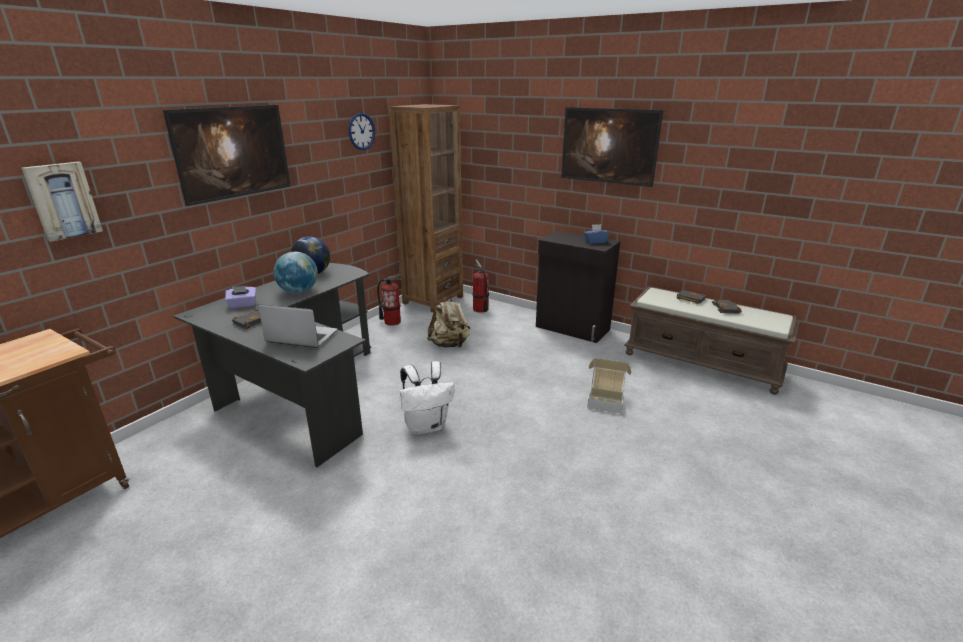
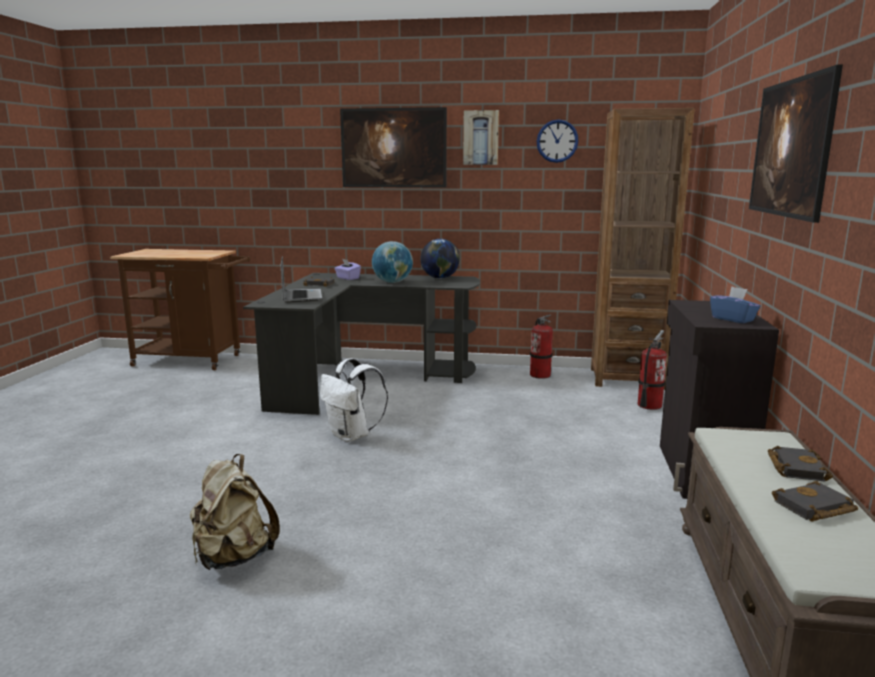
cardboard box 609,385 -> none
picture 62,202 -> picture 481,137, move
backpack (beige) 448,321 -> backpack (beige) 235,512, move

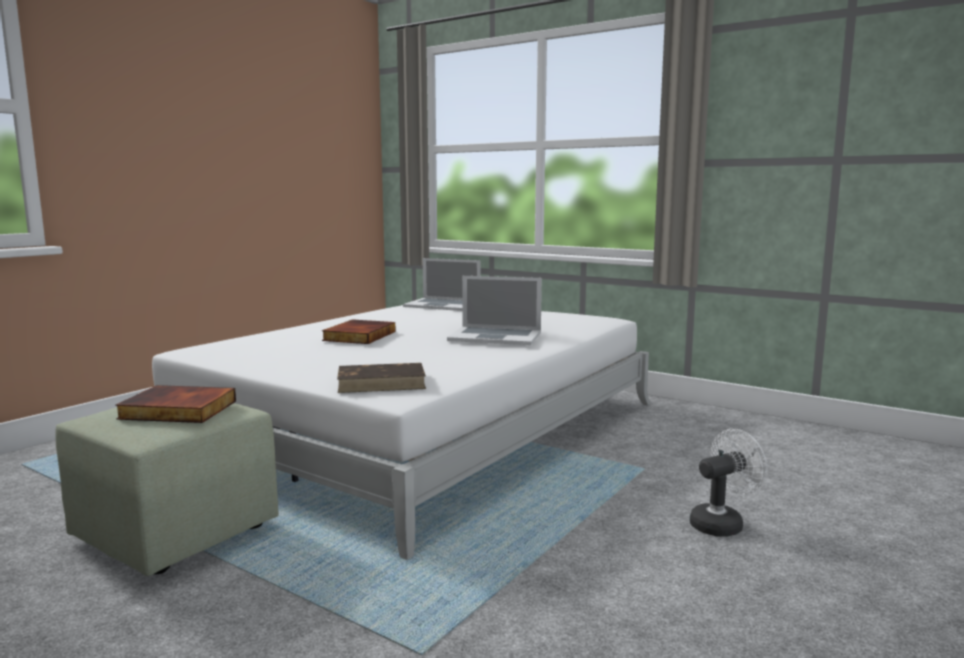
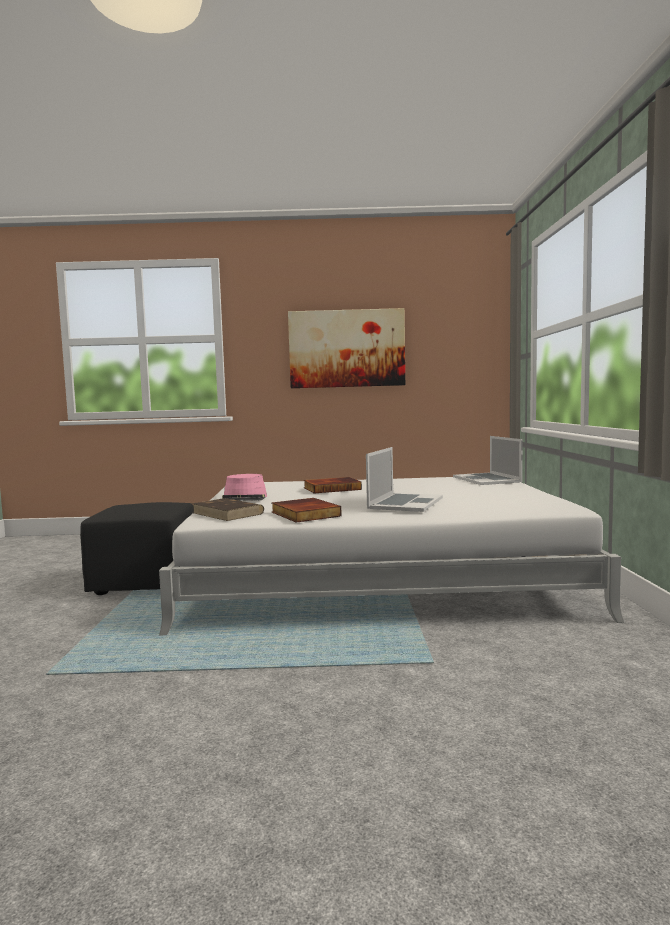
fan (white) 728,483 -> none
none -> hat (pink) 244,487
none -> picture 346,348
book 175,404 -> book 307,510, move
ottoman (green) 167,489 -> ottoman (black) 137,548
laptop 494,310 -> laptop 404,479, 135 degrees counterclockwise

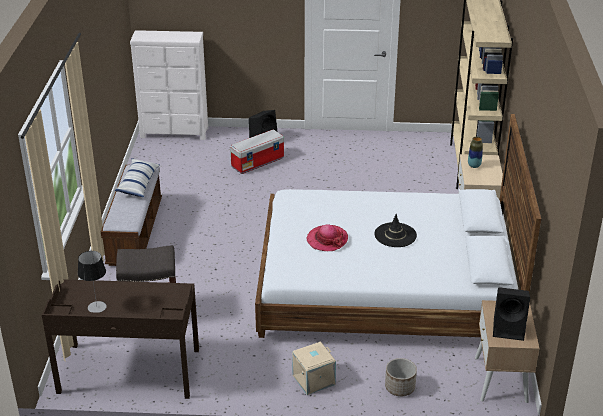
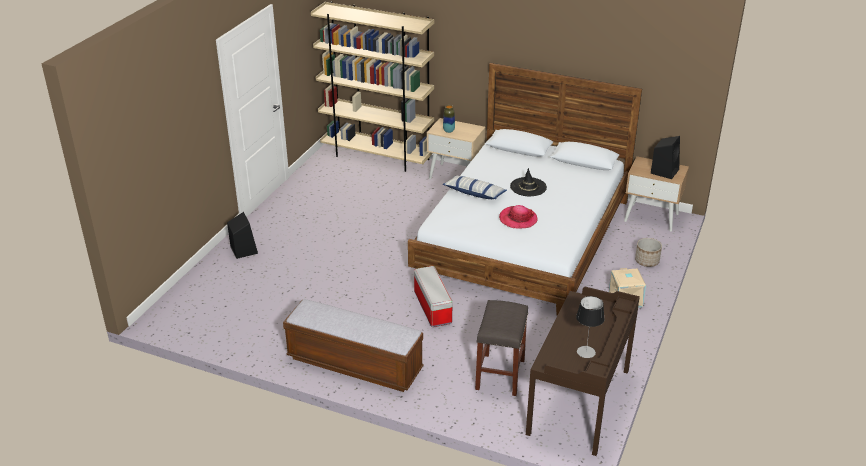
dresser (white) 169,85 -> none
pillow 137,177 -> pillow 474,187, move
storage box 257,151 -> storage box 433,296, move

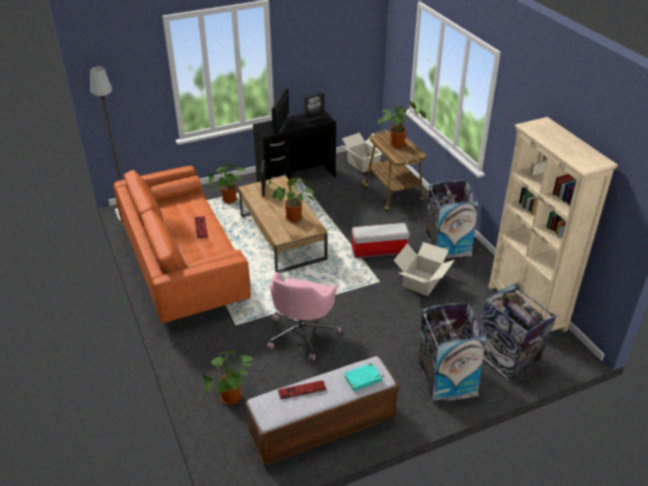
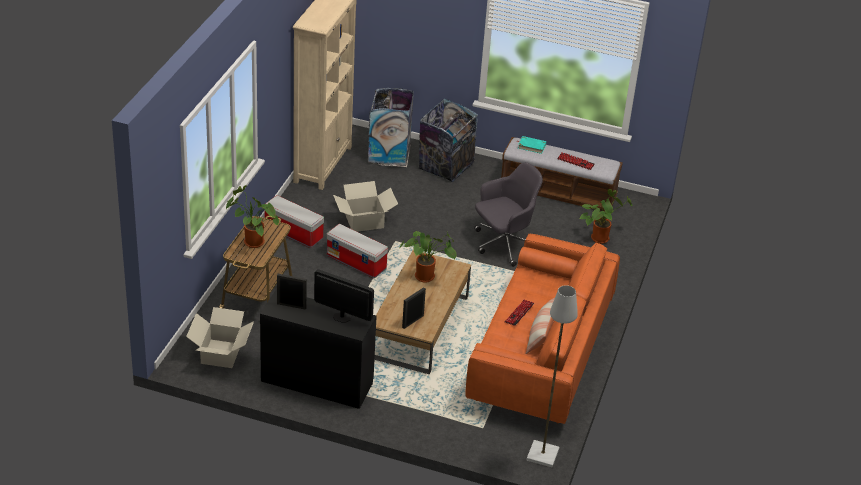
potted plant 227,183 -> none
none -> pillow 540,326
trash can 452,219 -> storage box 294,221
office chair (pink) 304,316 -> office chair (grey) 508,214
monitor 280,110 -> monitor 344,296, 60 degrees clockwise

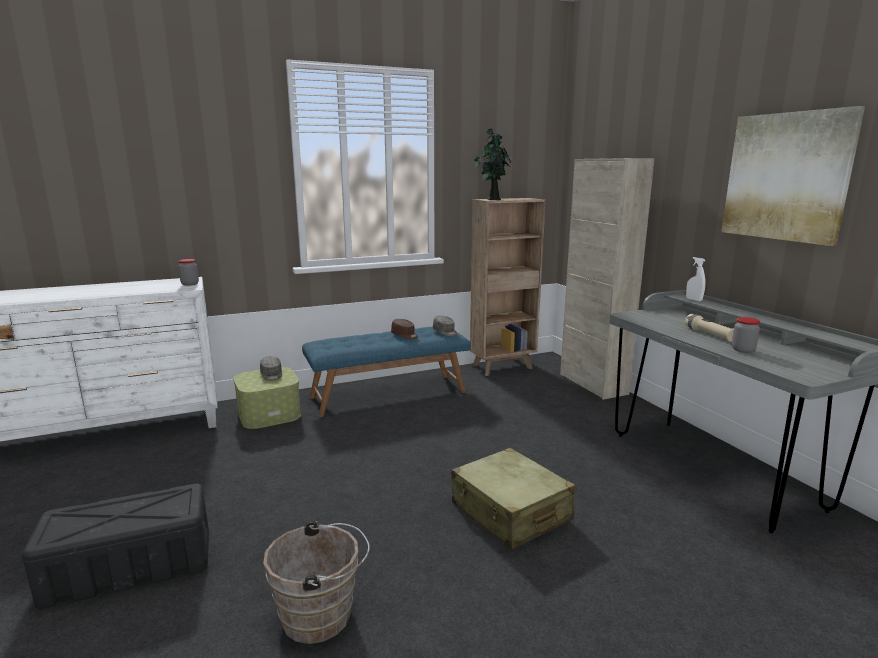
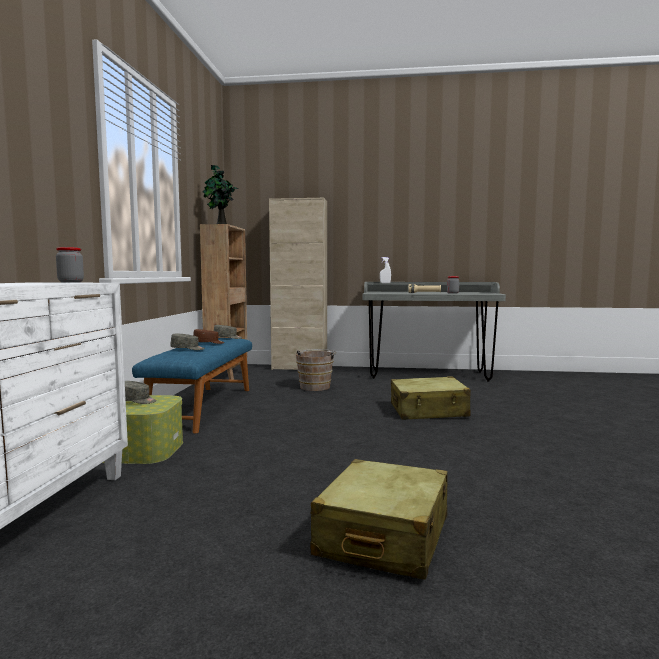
picture 793,176 -> none
none -> cap (grey) 187,342
bucket (brown) 316,582 -> bucket (brown) 315,370, move
storage box (black) 115,546 -> suitcase (beige) 379,519

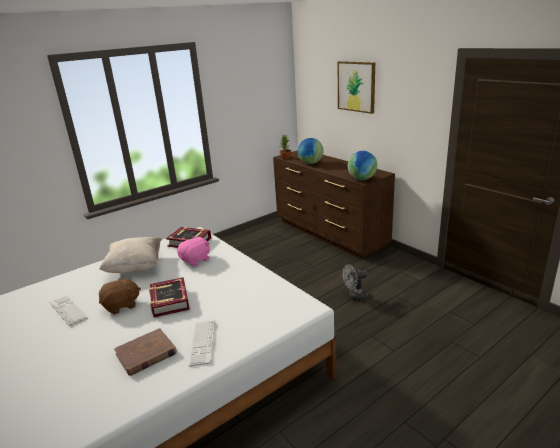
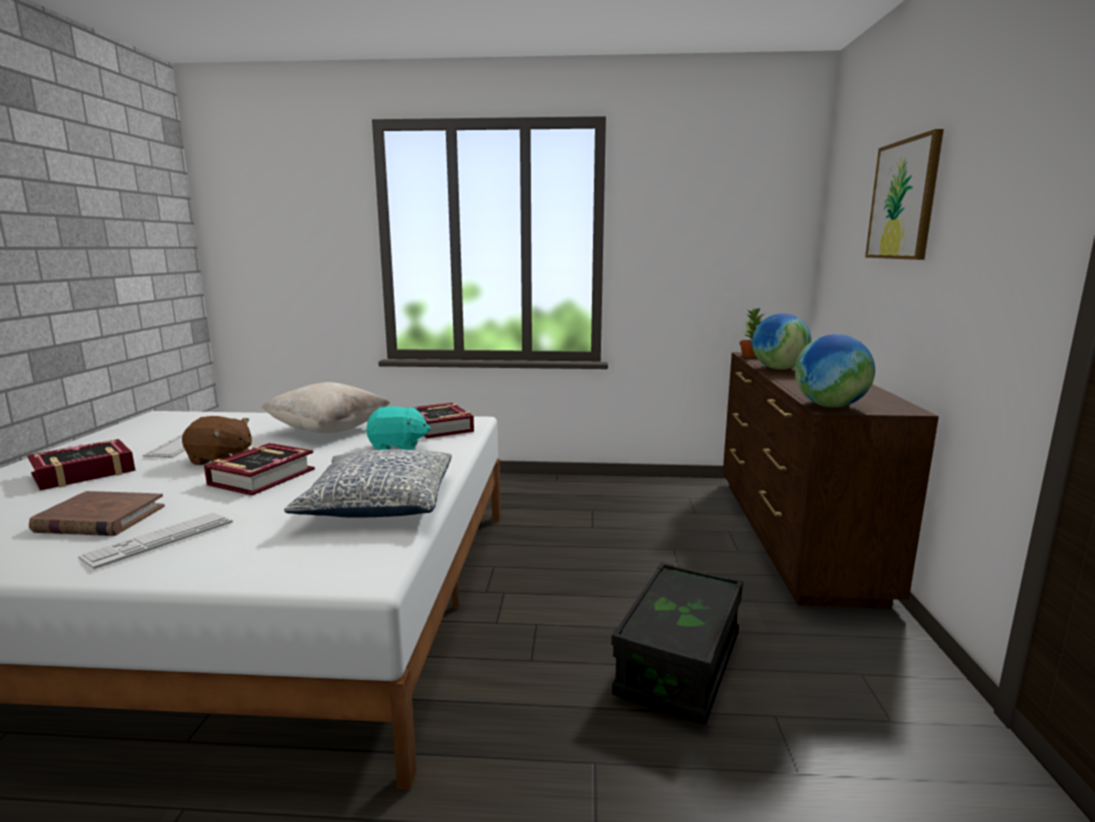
none -> book 81,464
none -> pillow 368,483
fan (grey) 355,282 -> storage box (black) 677,643
plush toy (pink) 193,251 -> plush toy (turquoise) 398,428

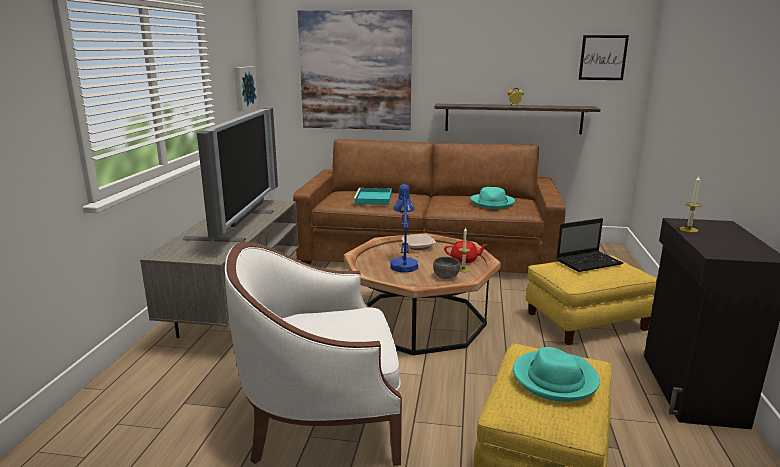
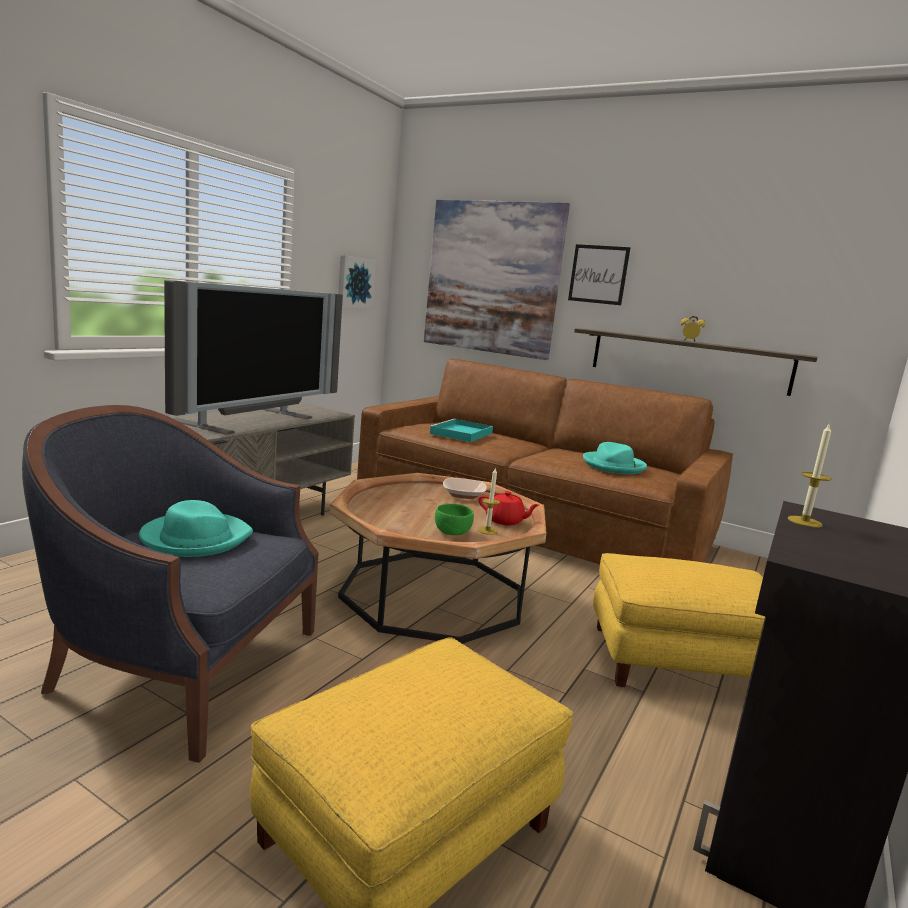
table lamp (blue) 404,228 -> none
laptop 590,245 -> none
hat (turquoise) 556,374 -> hat (turquoise) 196,528, move
picture 604,57 -> picture 599,274, move
armchair (white) 313,354 -> armchair (blue) 170,584
bowl (grey) 446,268 -> bowl (green) 454,519

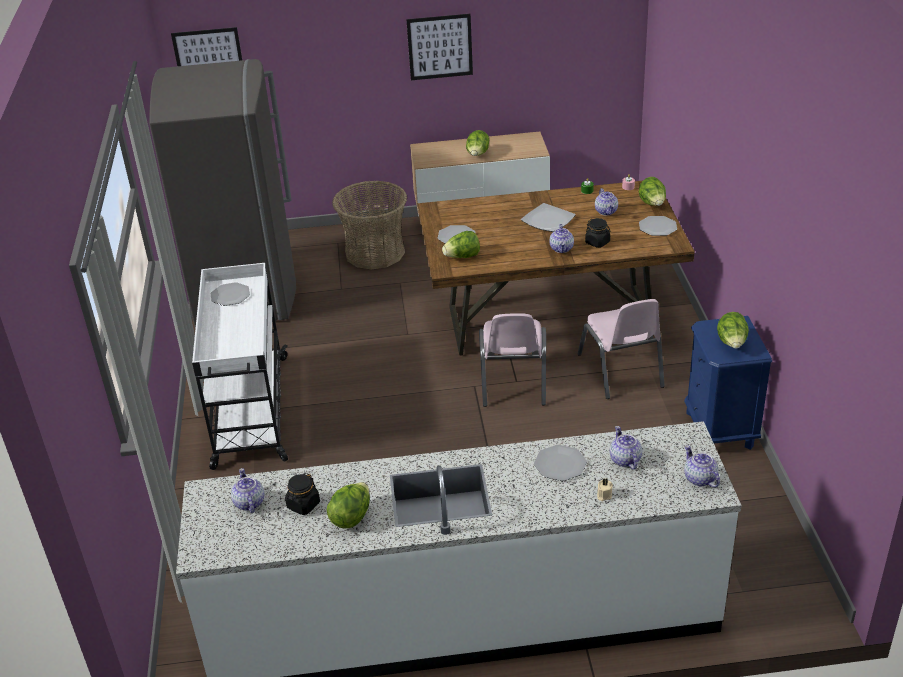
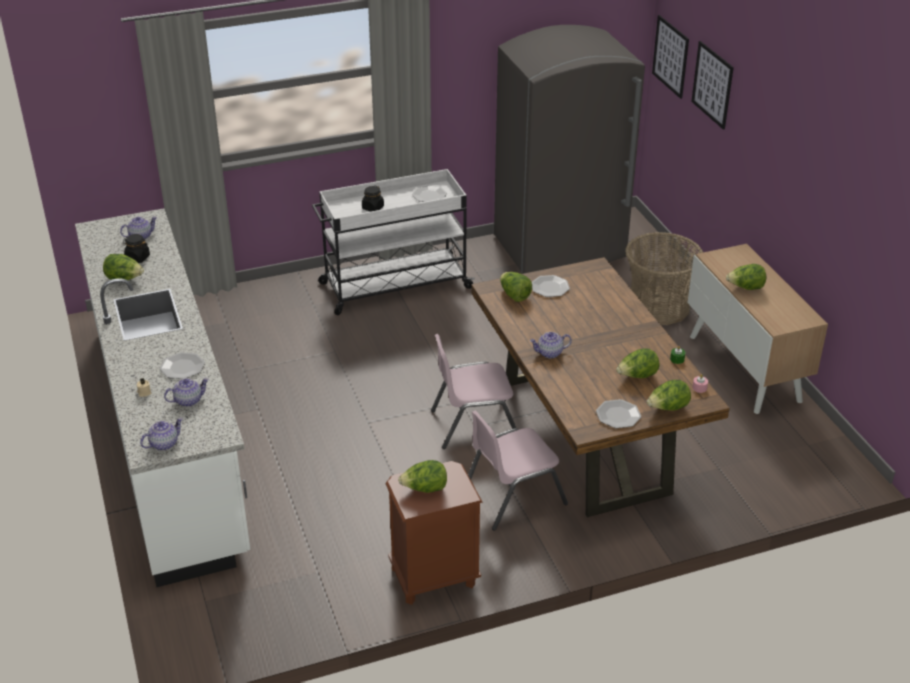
plate 548,217 -> none
picture 439,47 -> picture 712,85, move
jar (black) 598,233 -> jar (black) 373,199, move
teapot 606,202 -> lettuce 637,363
nightstand (blue) 728,383 -> nightstand (brown) 434,533

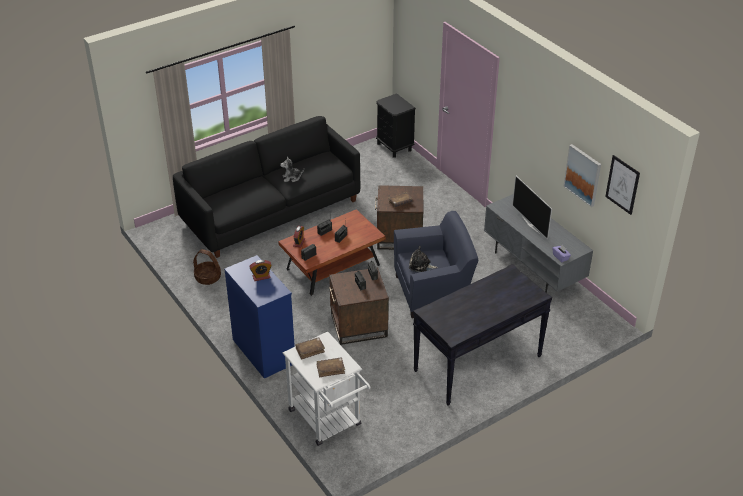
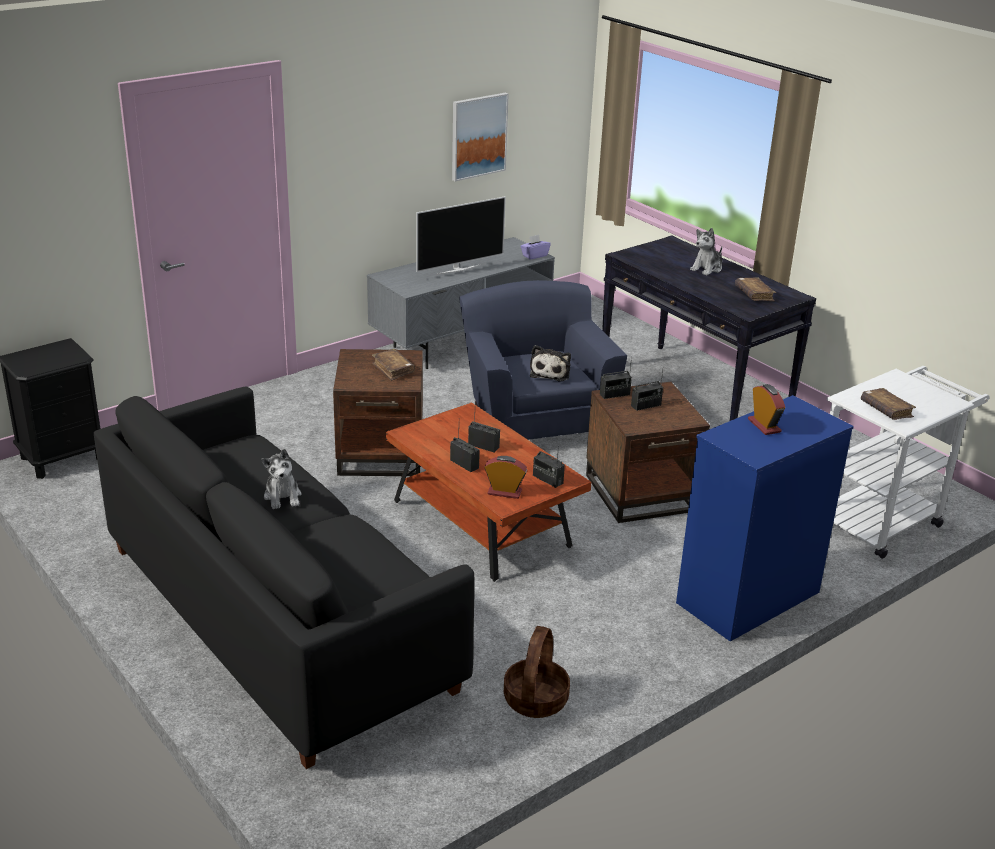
picture 622,185 -> none
none -> plush toy 706,252
book (brown) 331,367 -> book (brown) 755,289, move

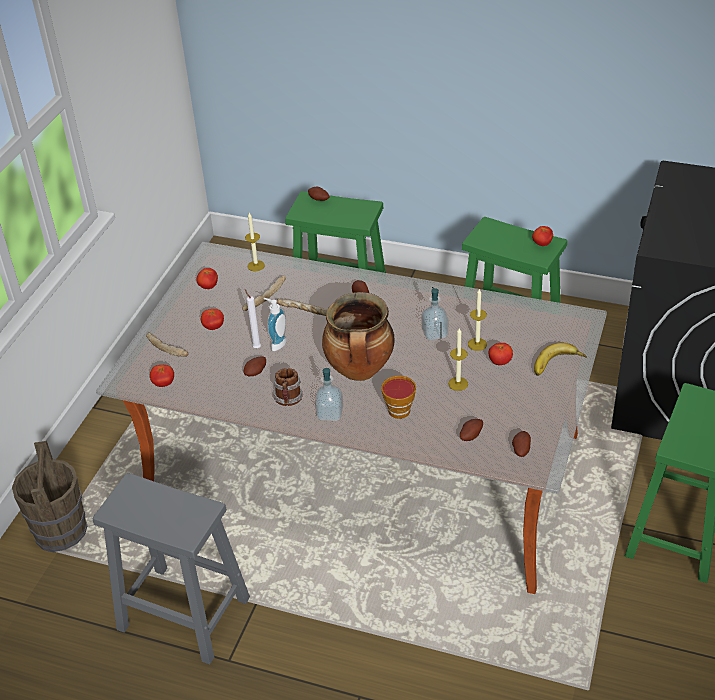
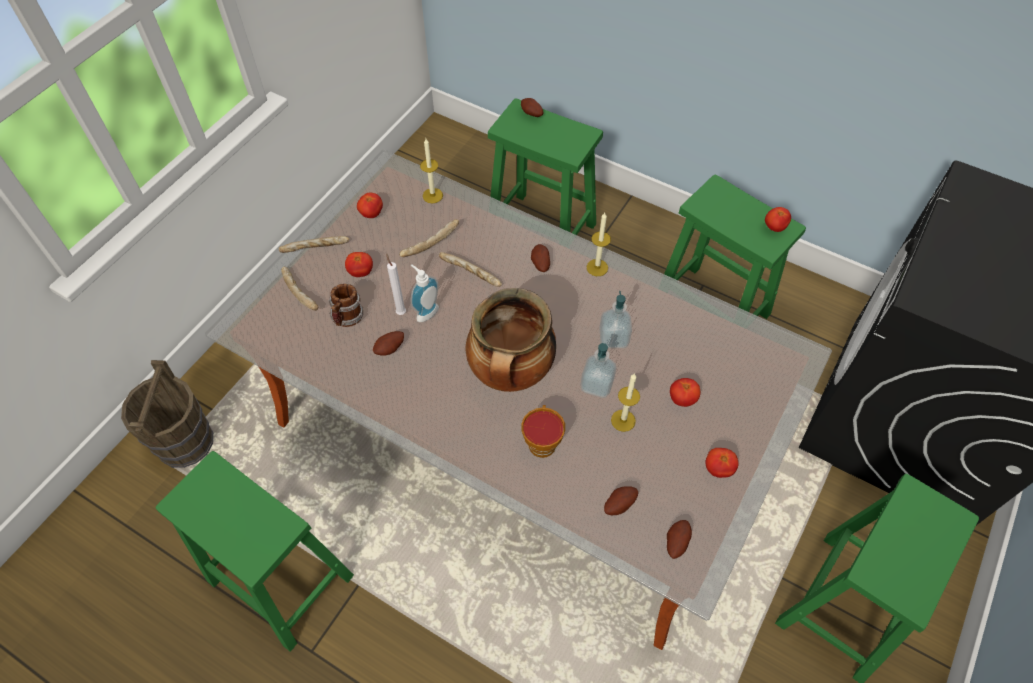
banana 560,359 -> none
none -> bread 314,244
tomato 162,376 -> tomato 722,463, move
mug 288,387 -> mug 346,305, move
soap dispenser 329,394 -> soap dispenser 598,370, move
candle 477,320 -> candle 598,244, move
stool (grey) 171,569 -> stool (green) 254,551

